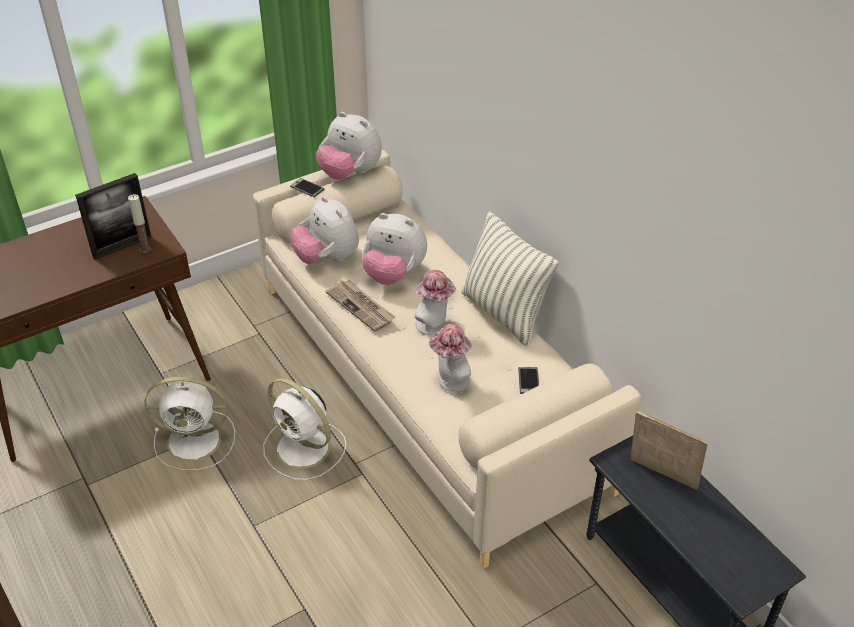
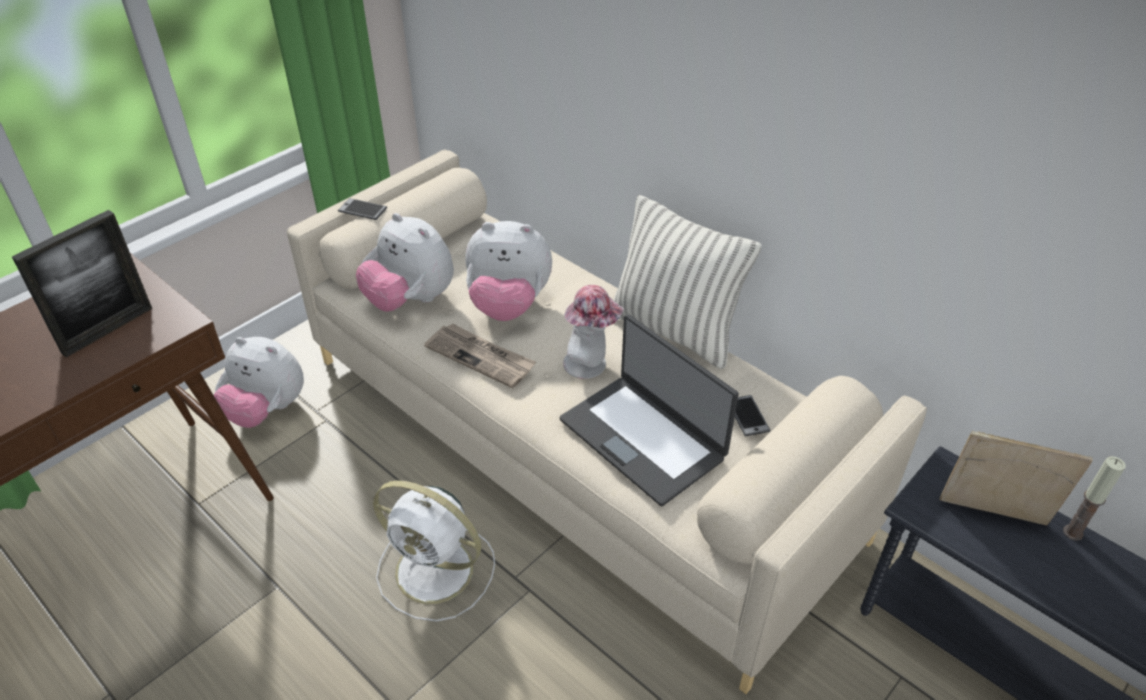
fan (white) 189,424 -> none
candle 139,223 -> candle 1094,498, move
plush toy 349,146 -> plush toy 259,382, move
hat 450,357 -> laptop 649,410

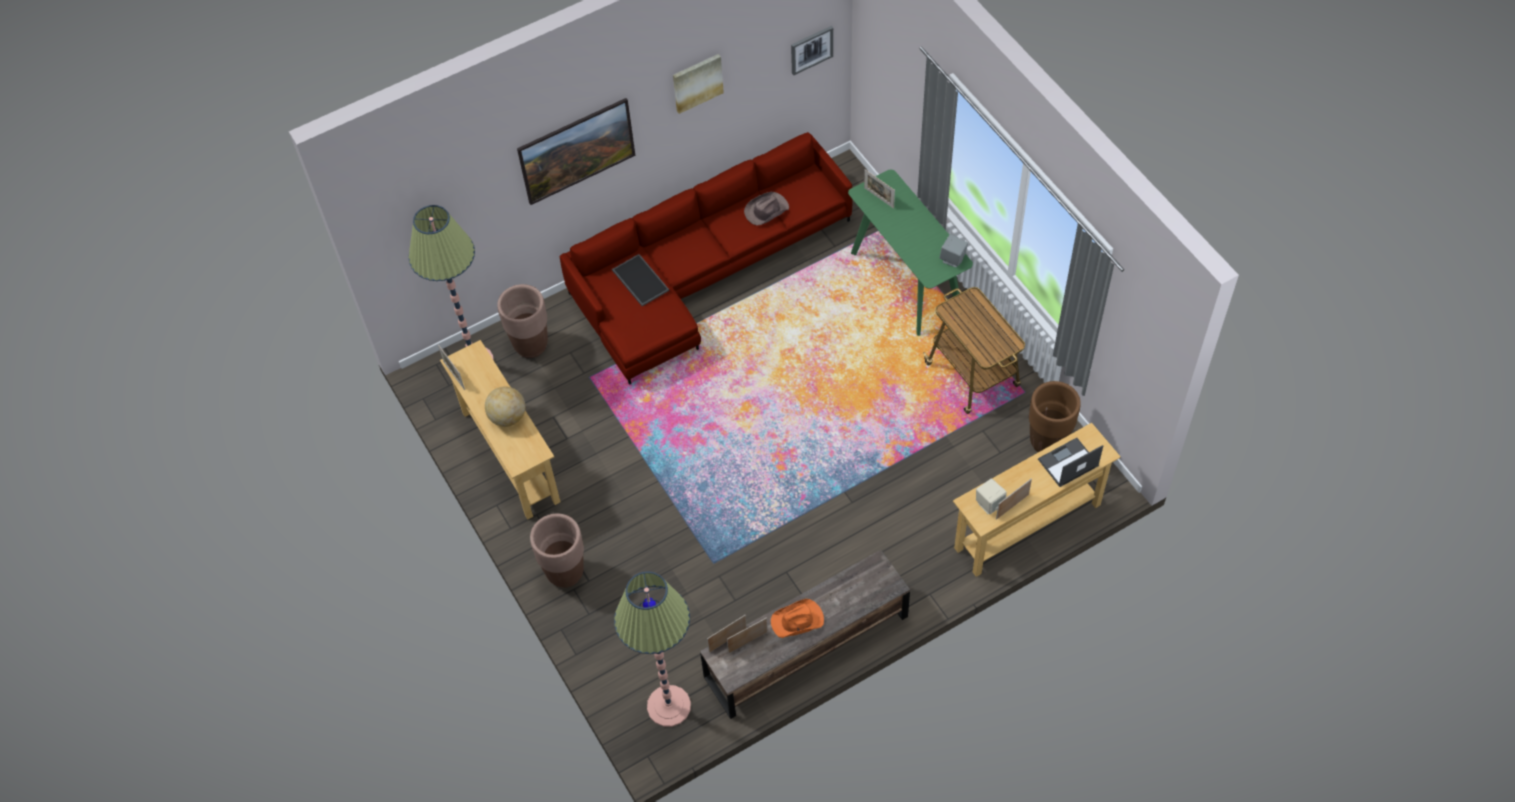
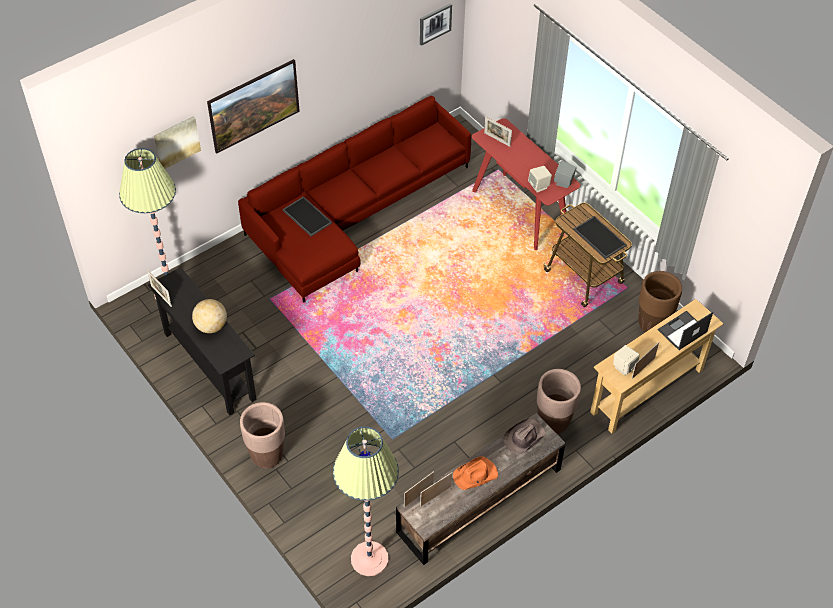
none -> speaker (beige) 540,179
none -> tray 600,237
planter (brown) 522,321 -> planter (brown) 559,401, move
picture 698,84 -> picture 177,142, move
hat (brown) 766,209 -> hat (brown) 524,436, move
console table (beige) 500,430 -> console table (black) 202,341
console table (green) 910,253 -> console table (red) 526,184

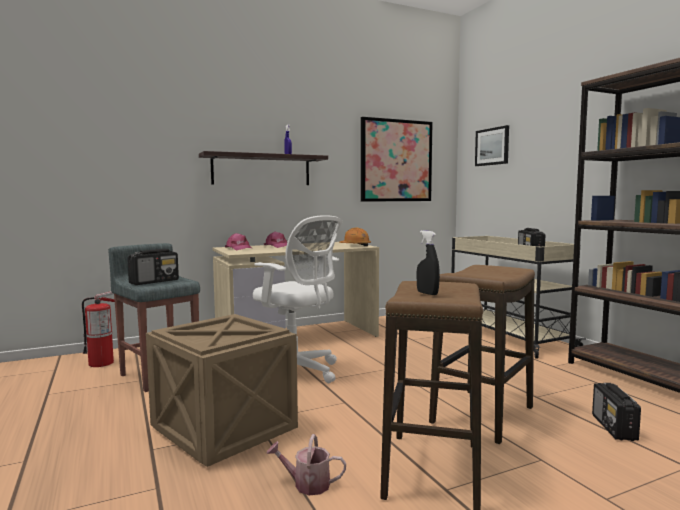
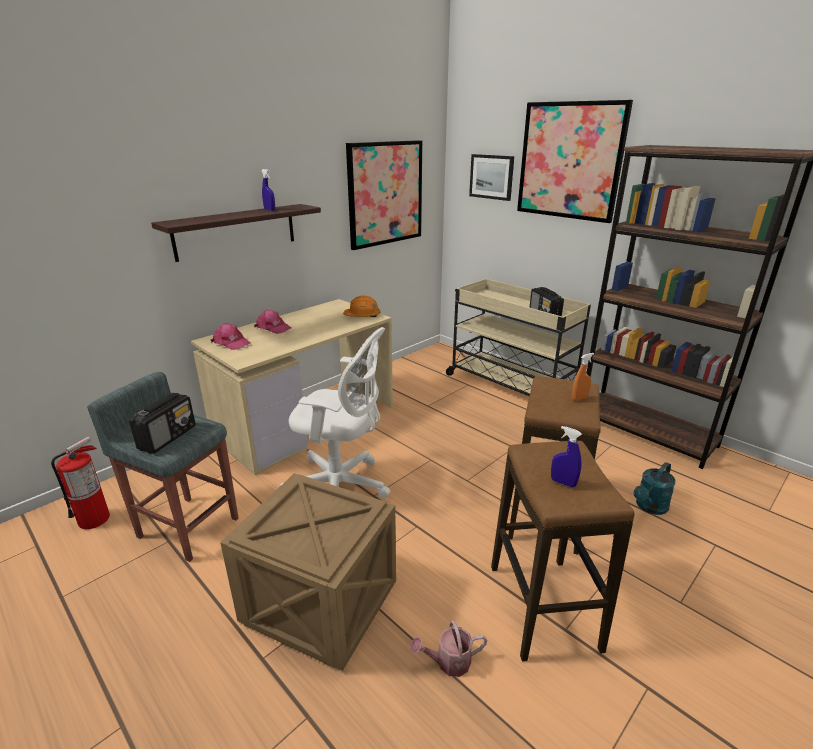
none -> picture 575,161
none -> spray bottle (orange) 583,377
radio 616,412 -> watering can (turquoise) 655,488
spray bottle (black) 428,262 -> spray bottle (blue) 566,456

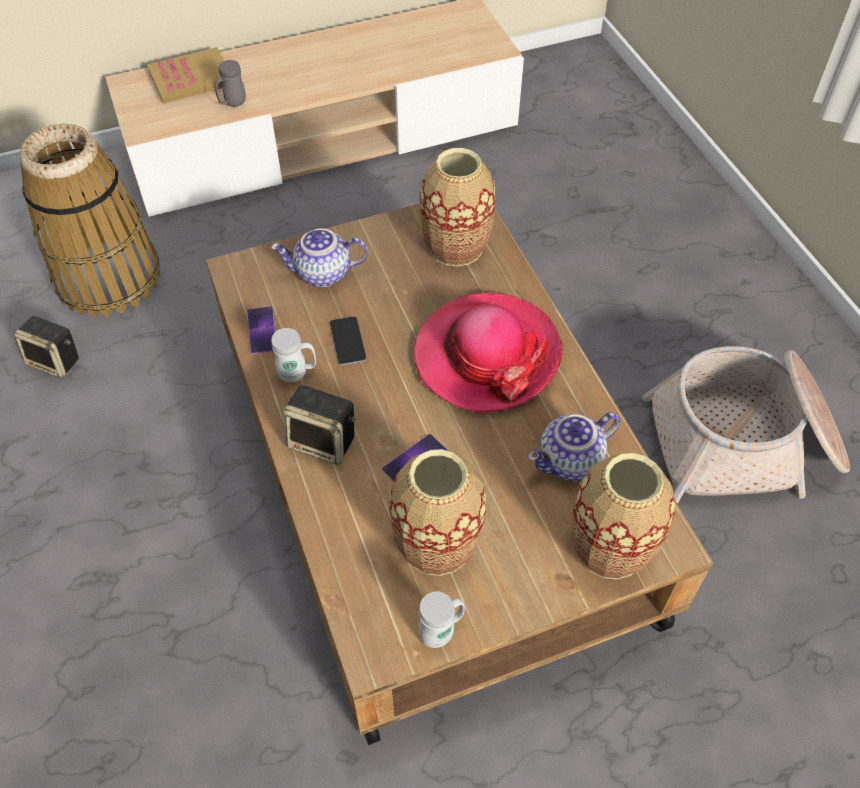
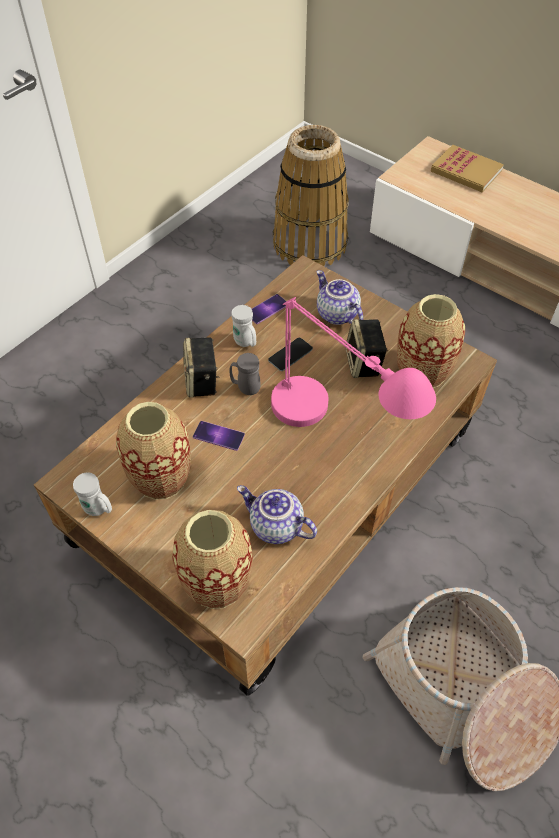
speaker 46,347 -> speaker 366,348, move
mug (grey) 230,83 -> mug (grey) 245,374, move
hat 488,353 -> table lamp (pink) 353,362

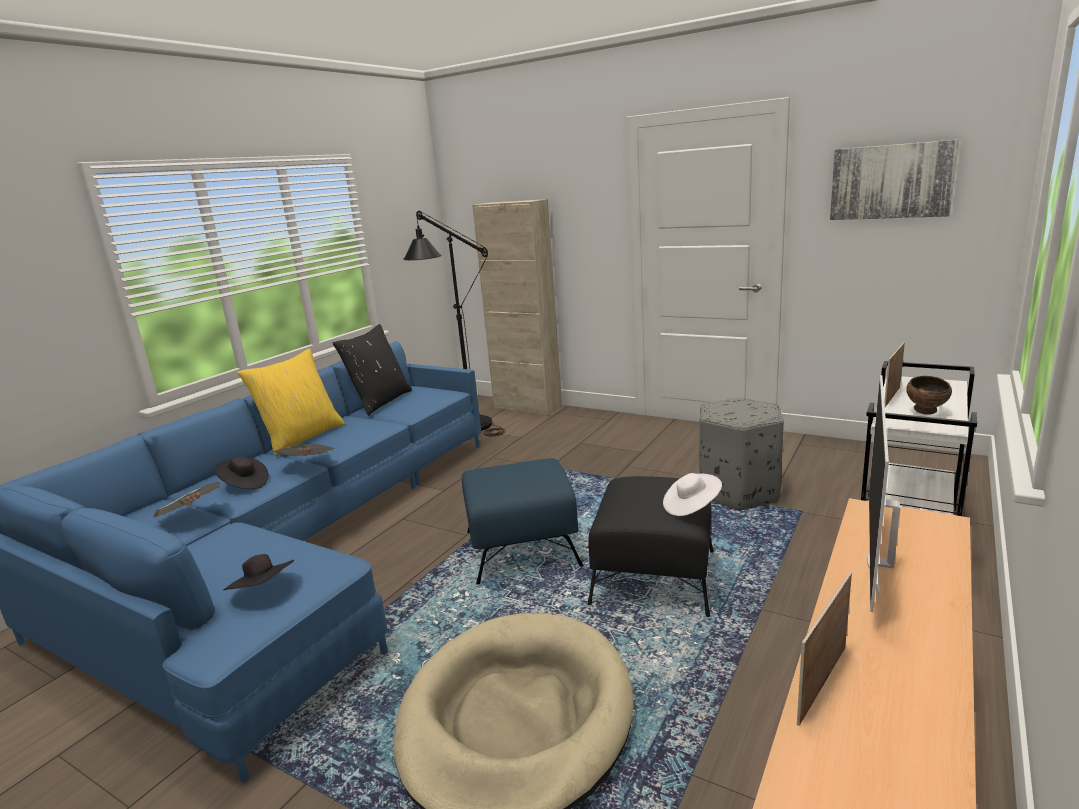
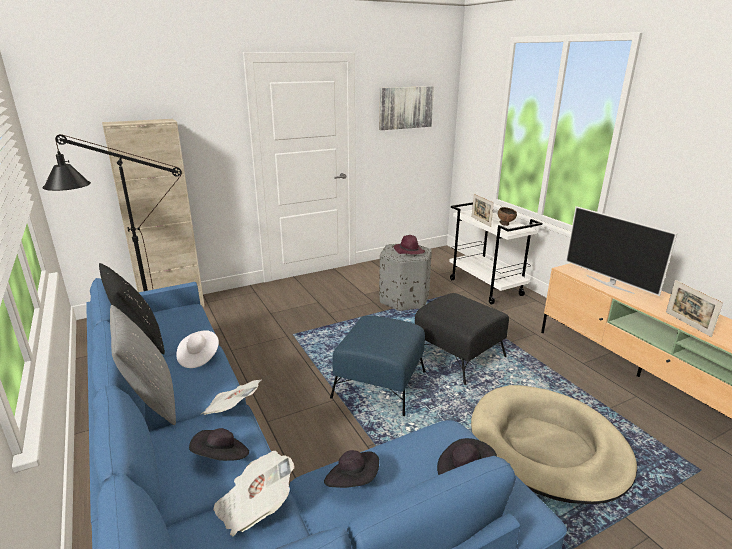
none -> hat (black) 351,469
none -> hat (purple) 409,245
hat (white) 692,494 -> hat (white) 197,349, move
pillow (yellow) 291,402 -> pillow (grey) 143,365

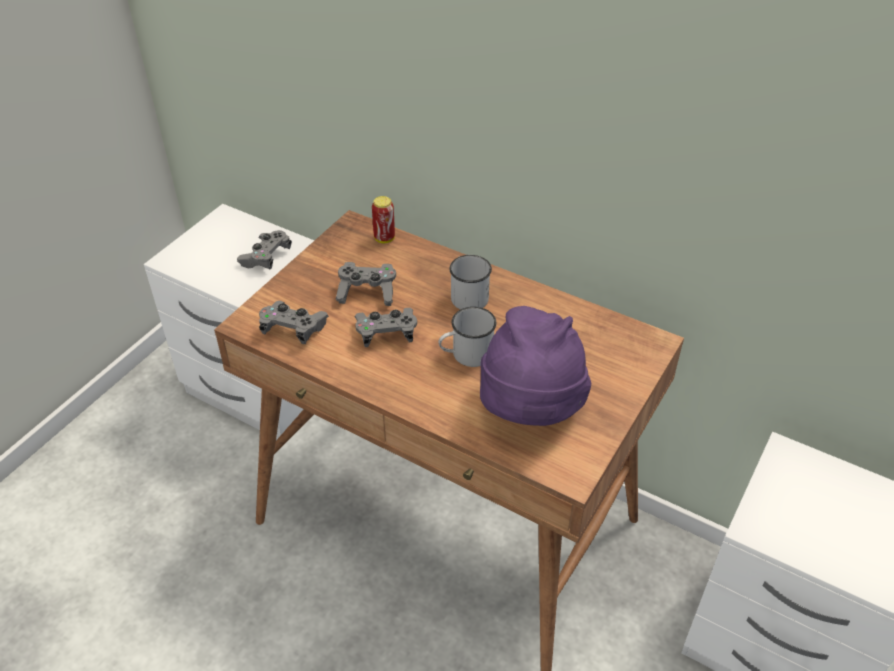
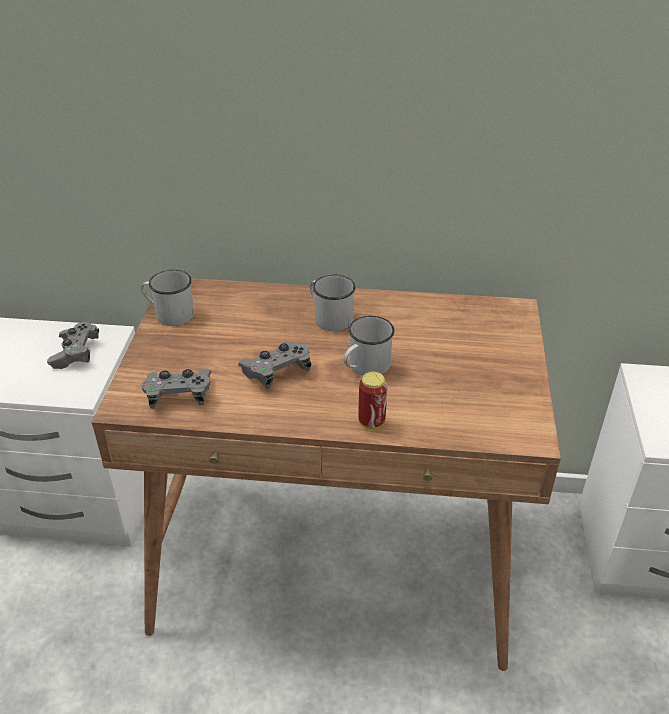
game controller (grey) 365,284 -> none
hat (purple) 535,366 -> none
none -> mug (white) 167,298
can 383,219 -> can 372,401, move

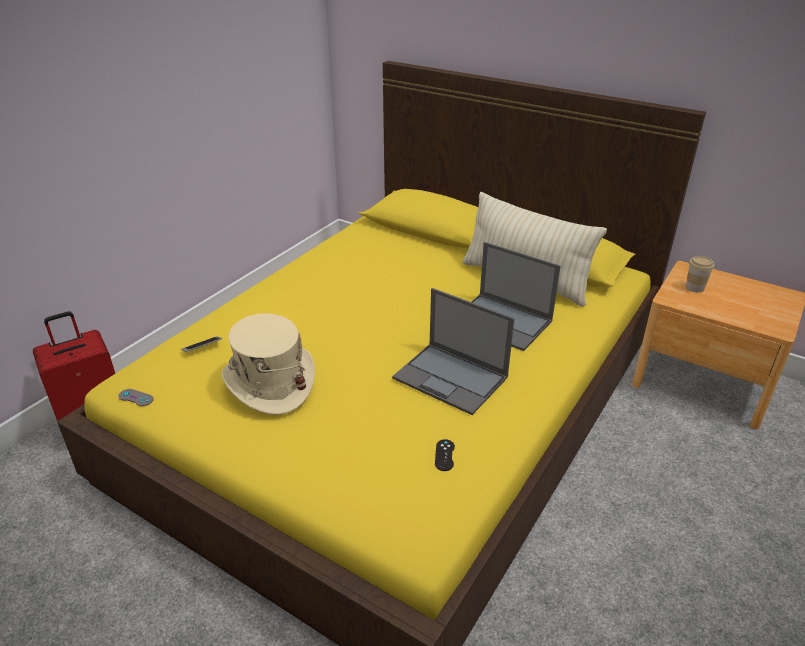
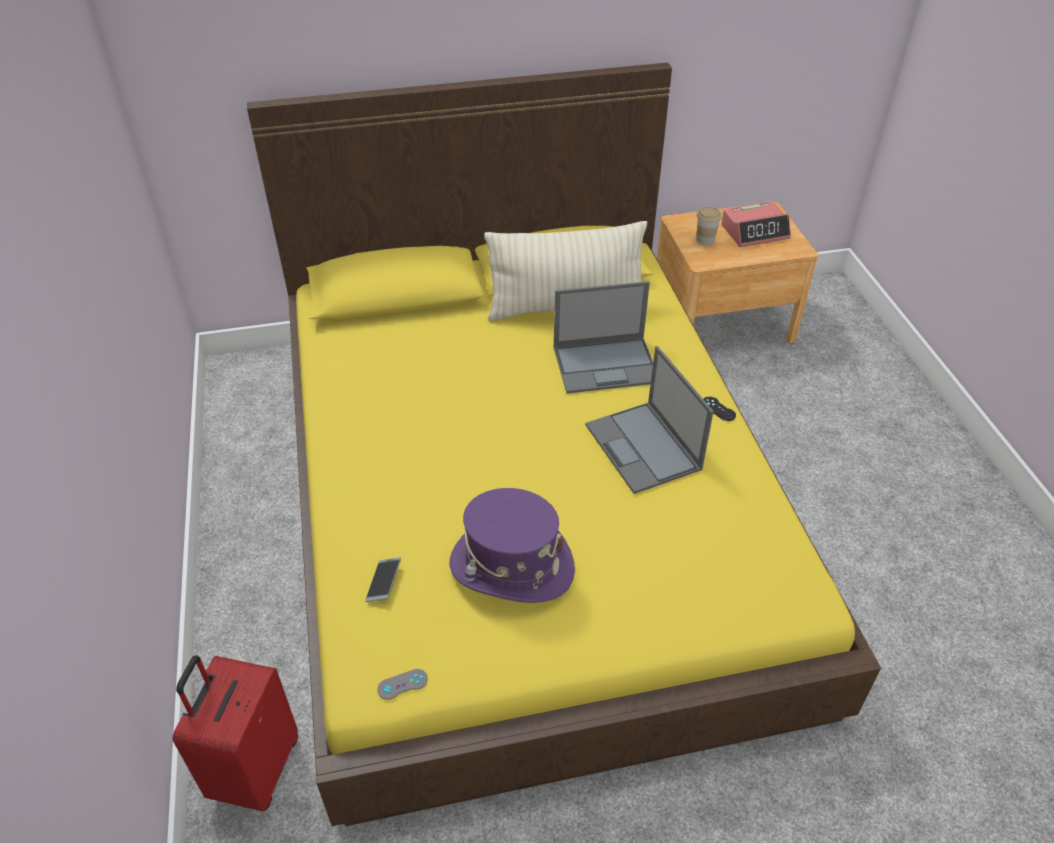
none -> alarm clock 756,224
game controller (black) 445,455 -> game controller (black) 720,409, move
hat (beige) 268,364 -> hat (purple) 512,545
laptop 453,351 -> laptop 649,420, 75 degrees clockwise

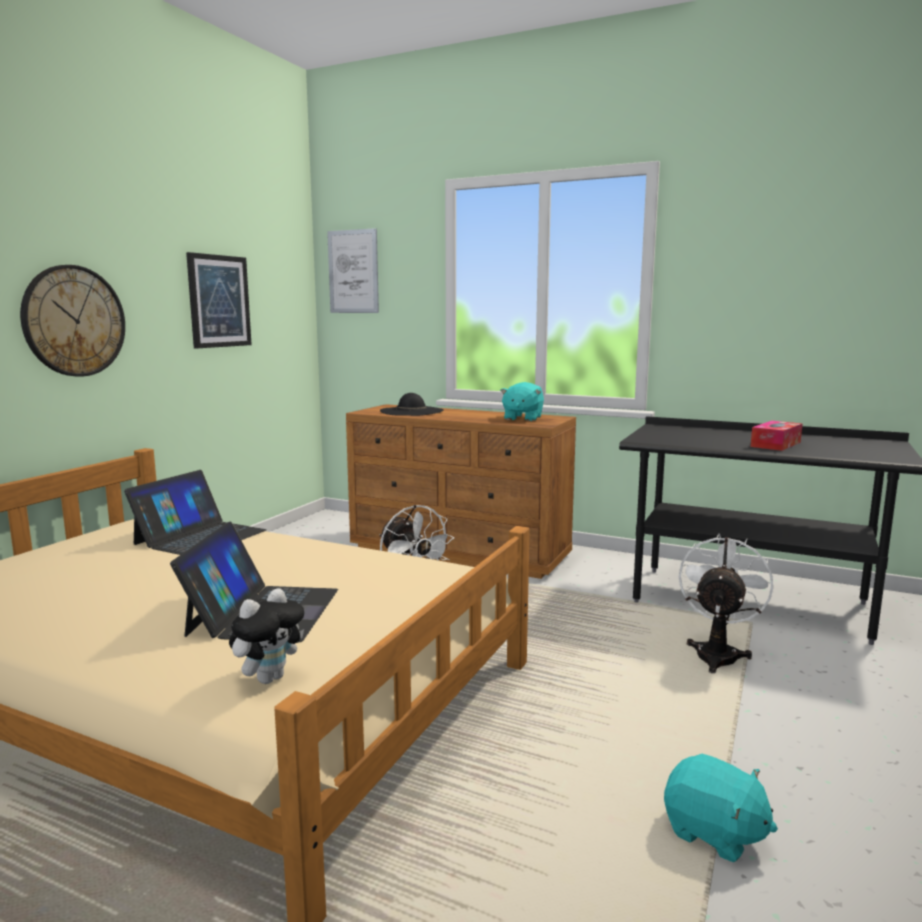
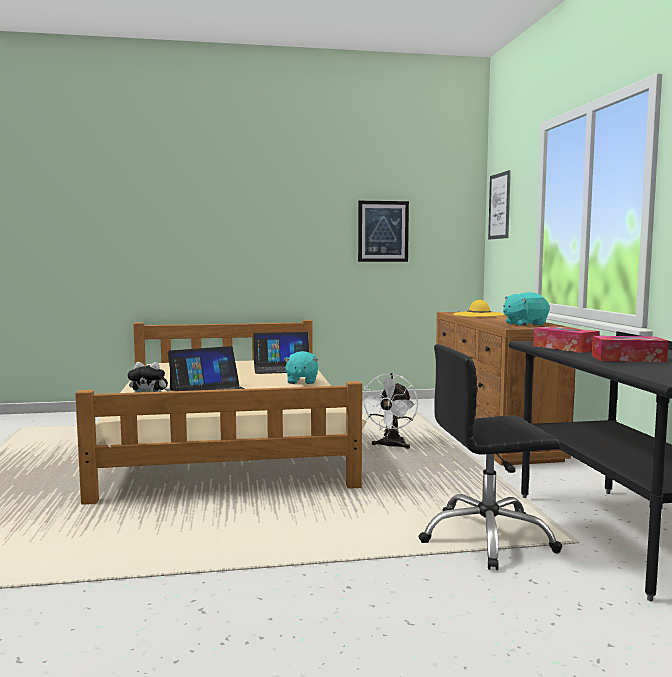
wall clock 72,321 -> none
none -> tissue box 566,339
plush toy (turquoise) 721,808 -> plush toy (turquoise) 300,367, move
fan (white) 726,603 -> office chair (black) 490,457
hat (black) 412,404 -> hat (yellow) 479,308

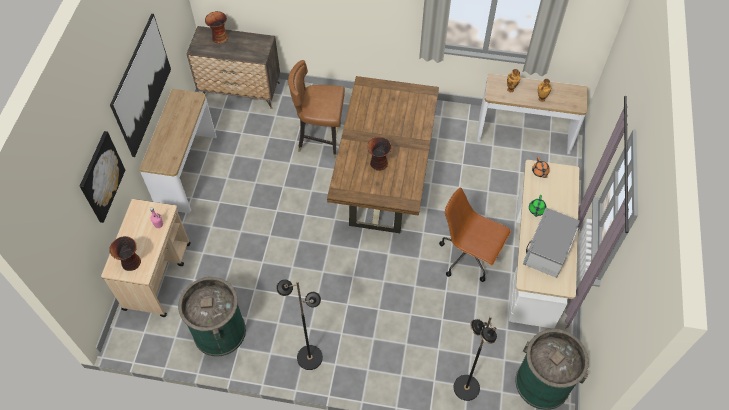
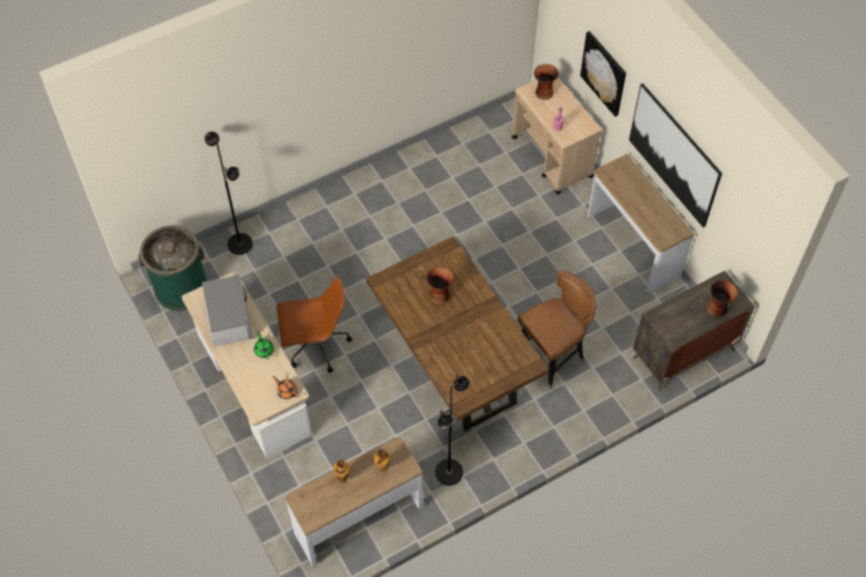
trash can (green) 212,317 -> none
floor lamp (black) 299,324 -> floor lamp (black) 452,430, move

